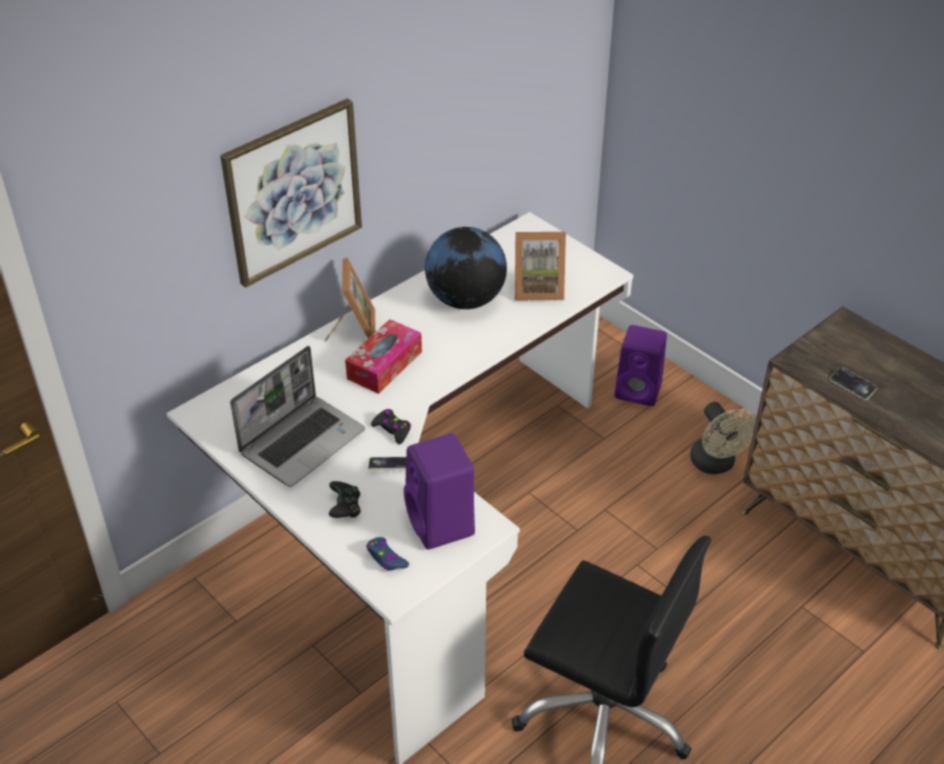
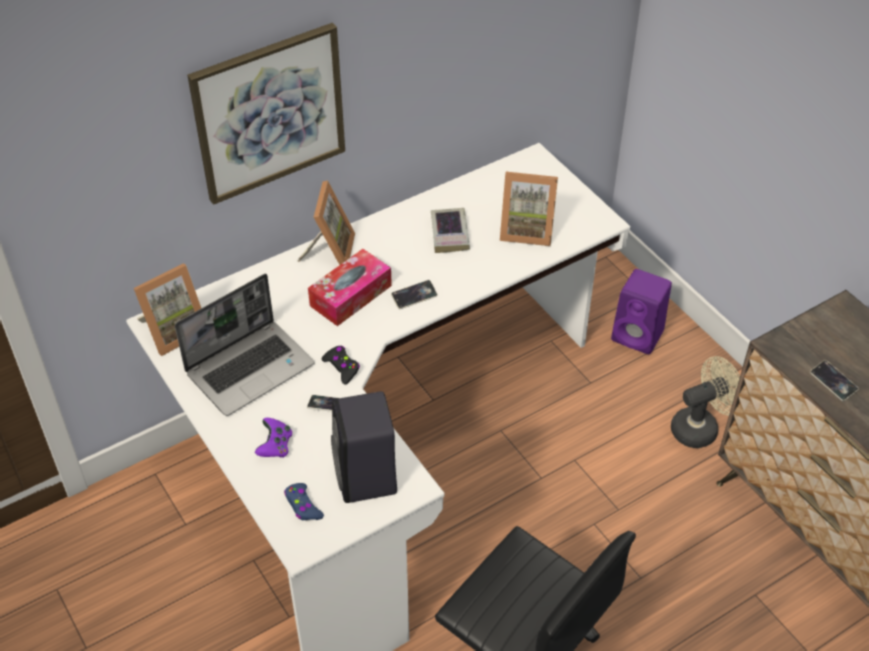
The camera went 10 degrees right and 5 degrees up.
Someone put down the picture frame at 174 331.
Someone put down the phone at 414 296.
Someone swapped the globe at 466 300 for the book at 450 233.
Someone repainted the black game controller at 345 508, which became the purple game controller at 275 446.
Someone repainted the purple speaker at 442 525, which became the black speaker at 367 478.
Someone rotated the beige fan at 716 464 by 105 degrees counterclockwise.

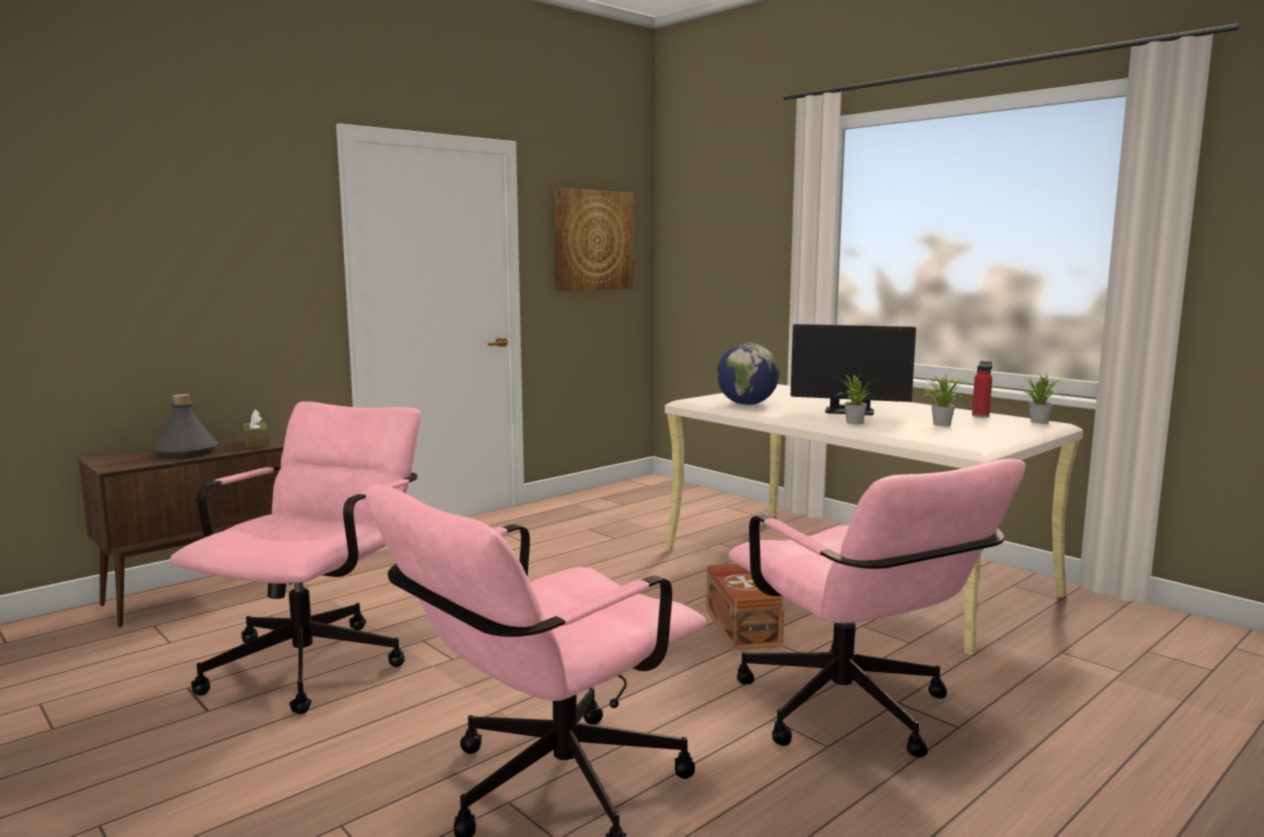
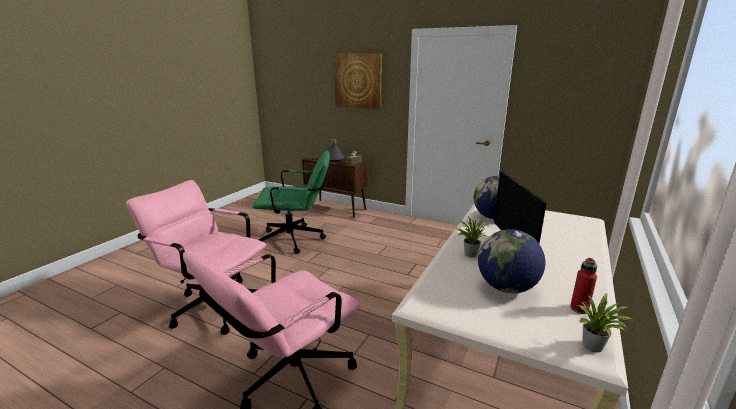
The camera went 70 degrees right and 10 degrees up.
Someone took away the brown storage box at 743 626.
Someone carried the picture from 593 240 to 358 81.
Someone swapped the potted plant at 940 424 for the globe at 506 288.
Someone repainted the pink office chair at 317 659, which became the green office chair at 297 239.

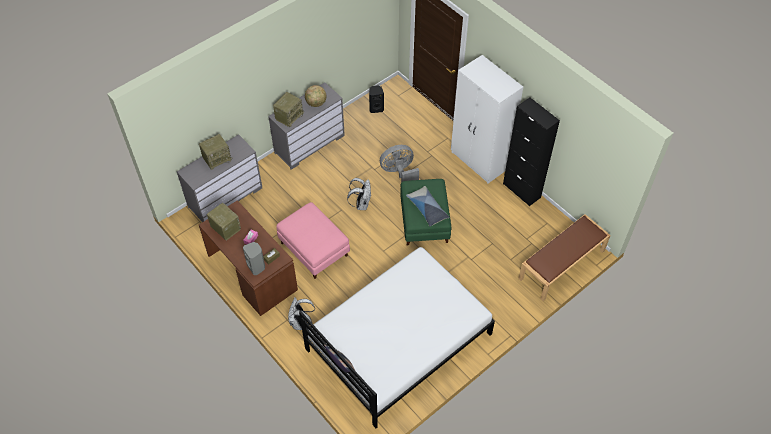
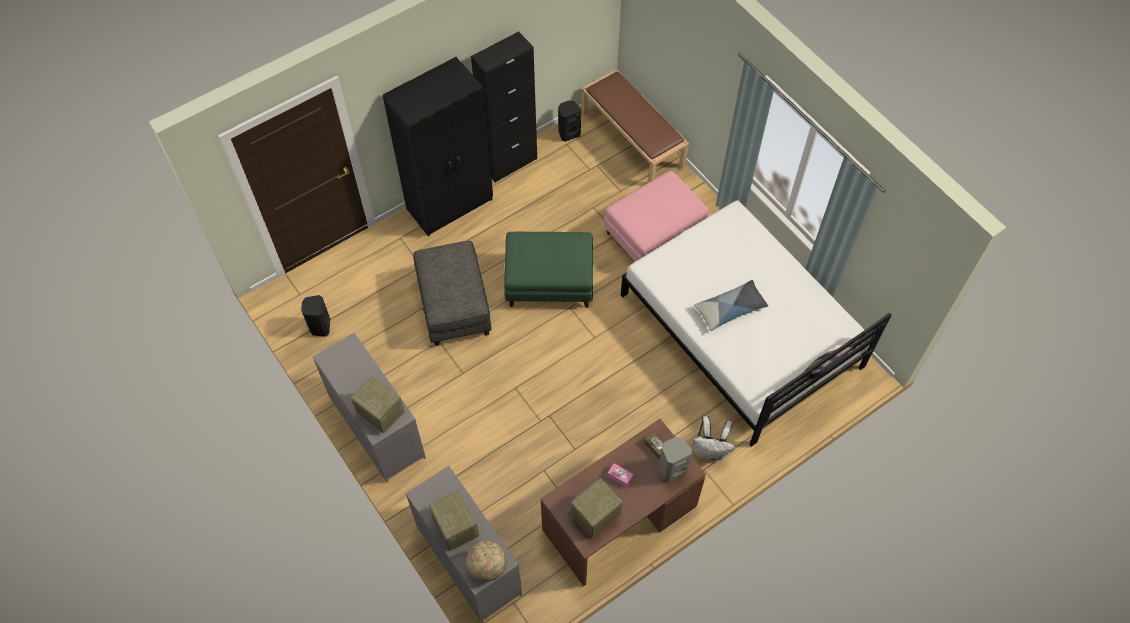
The camera went 85 degrees left and 5 degrees up.
Someone took away the white backpack at 361 204.
Someone put down the black speaker at 568 133.
Someone carried the pink ottoman from 313 249 to 653 235.
Someone carried the globe from 316 103 to 487 567.
Someone carried the pillow from 427 209 to 730 309.
Someone swapped the grey fan at 399 172 for the grey ottoman at 455 306.
Someone repainted the white wardrobe at 479 161, which became the black wardrobe at 451 204.

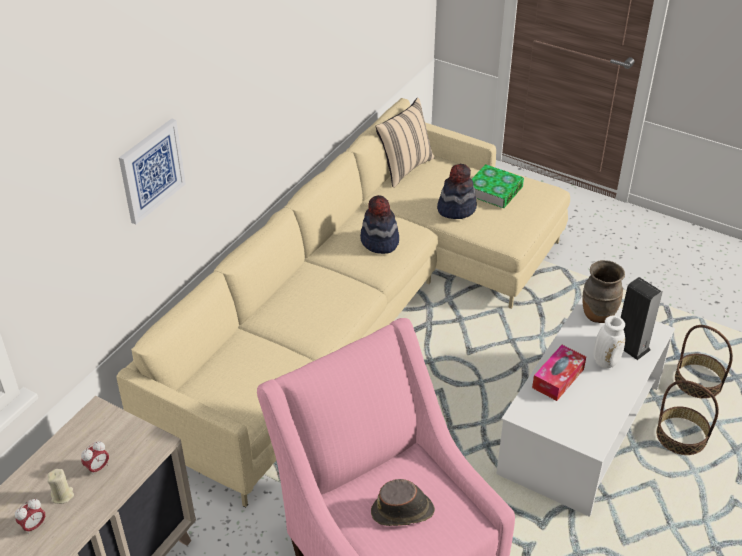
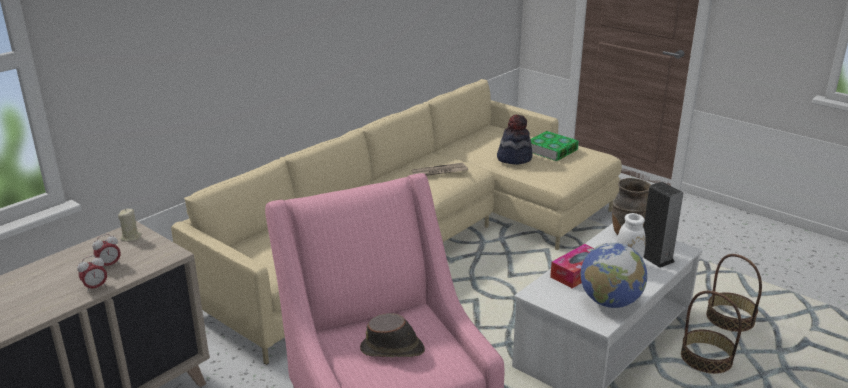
The camera went 10 degrees right and 15 degrees down.
Someone took away the picture at 151 170.
Someone took away the beige pillow at 404 168.
Someone put down the globe at 610 302.
Someone carried the alarm clock from 34 526 to 95 287.
Someone carried the beige candle from 62 495 to 131 237.
Someone swapped the hat at 379 241 for the newspaper at 439 172.

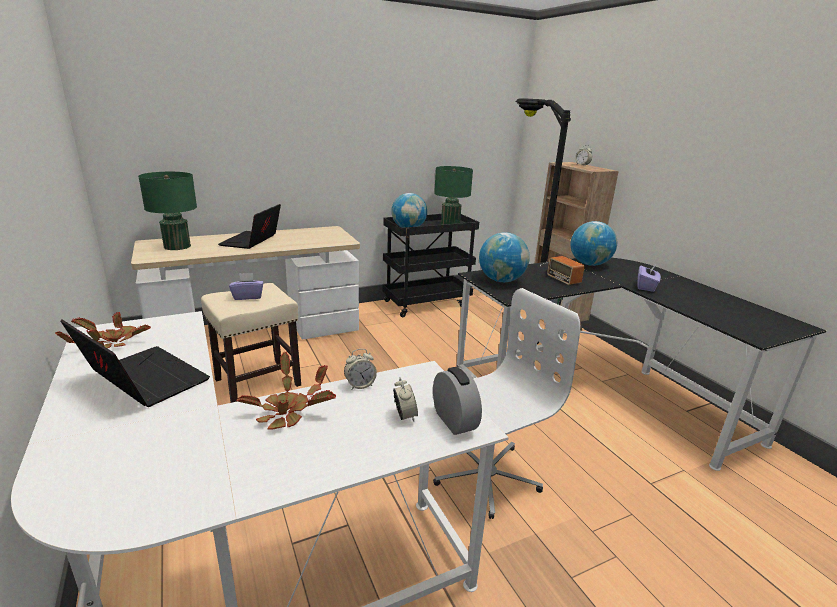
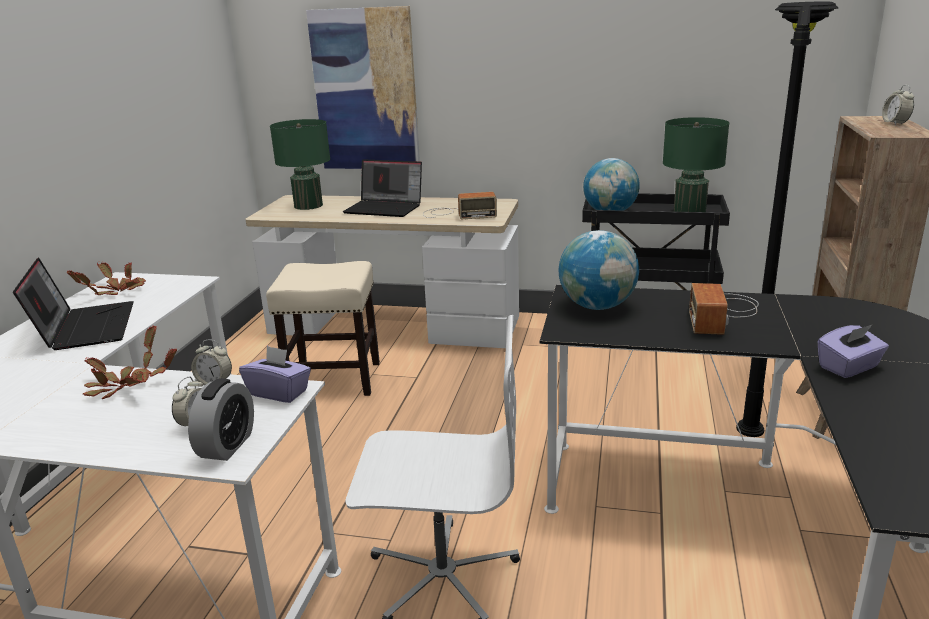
The camera went 40 degrees right and 0 degrees up.
Someone took away the globe at 589 264.
Someone put up the picture at 366 90.
Someone put down the radio at 457 214.
Someone carried the purple tissue box from 248 296 to 279 392.
Someone rotated the laptop at 252 241 by 120 degrees counterclockwise.

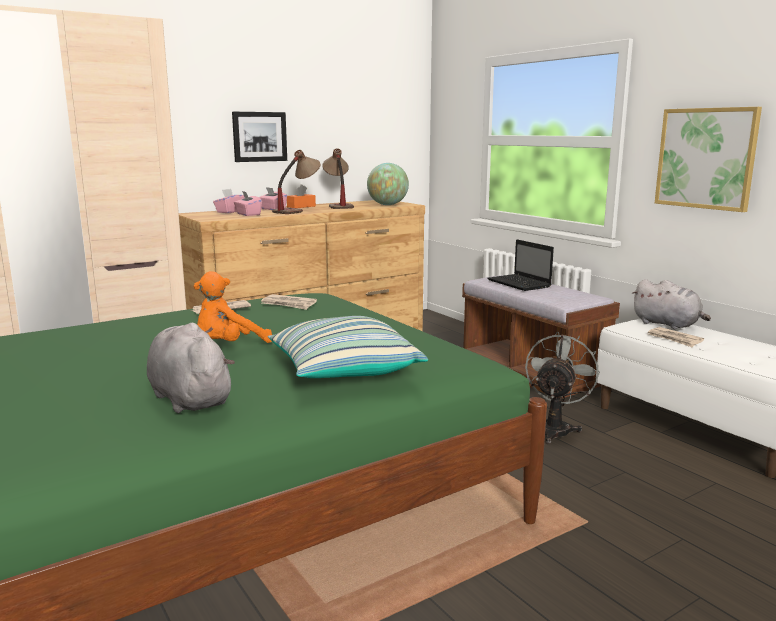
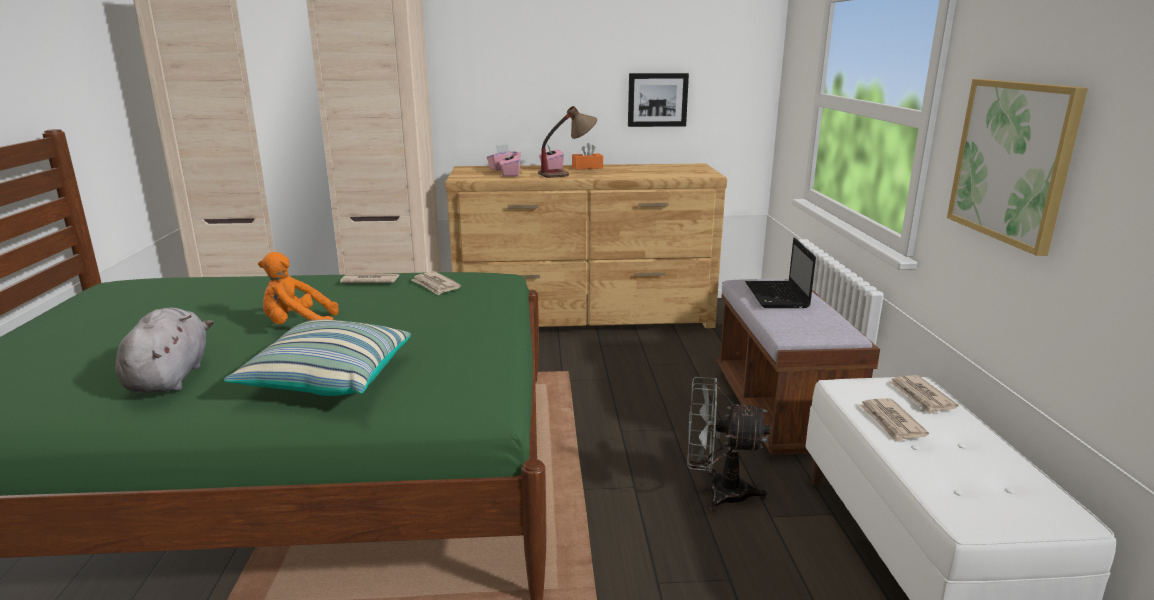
The camera went 30 degrees right and 5 degrees up.
Someone took away the table lamp at 338 206.
Someone took away the globe at 387 205.
Someone carried the picture from 259 136 to 657 99.
Someone swapped the grey plush toy at 668 325 for the newspaper at 921 397.
Someone rotated the grey fan at 555 428 by 135 degrees counterclockwise.

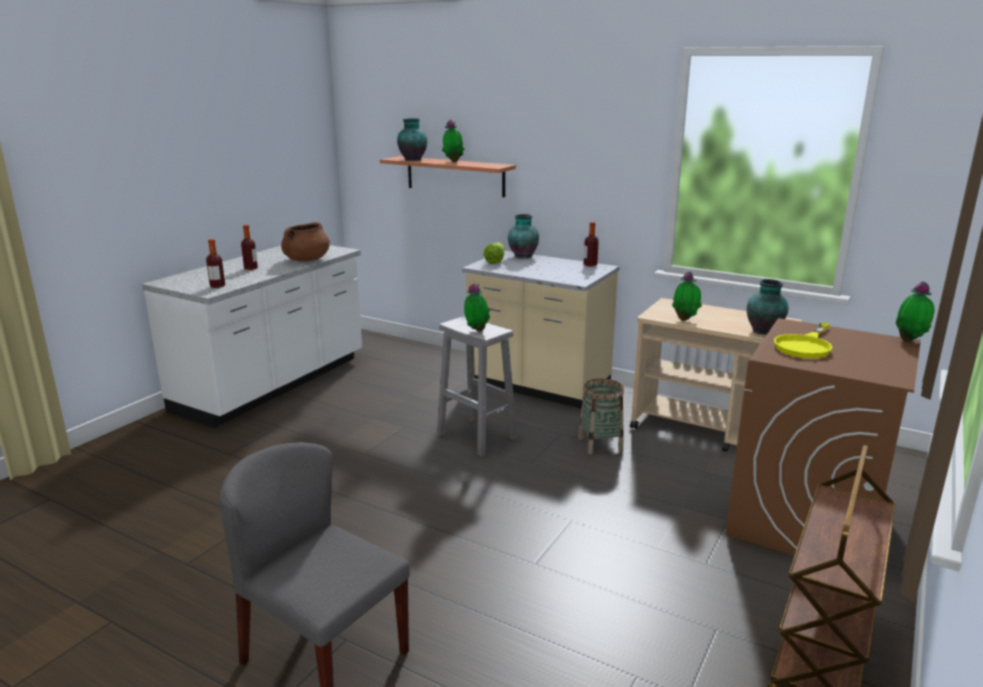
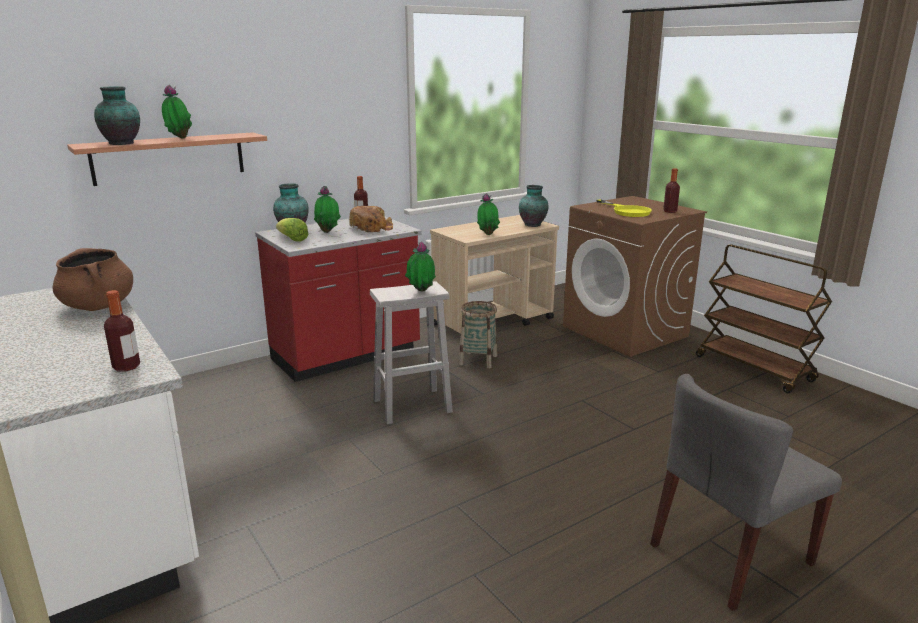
The camera went 65 degrees left and 0 degrees up.
Someone put down the bread at 371 228.
Someone carried the bottle from 251 268 to 670 211.
Someone carried the potted plant from 910 341 to 328 231.
Someone repainted the beige counter at 538 387, which became the red counter at 346 356.

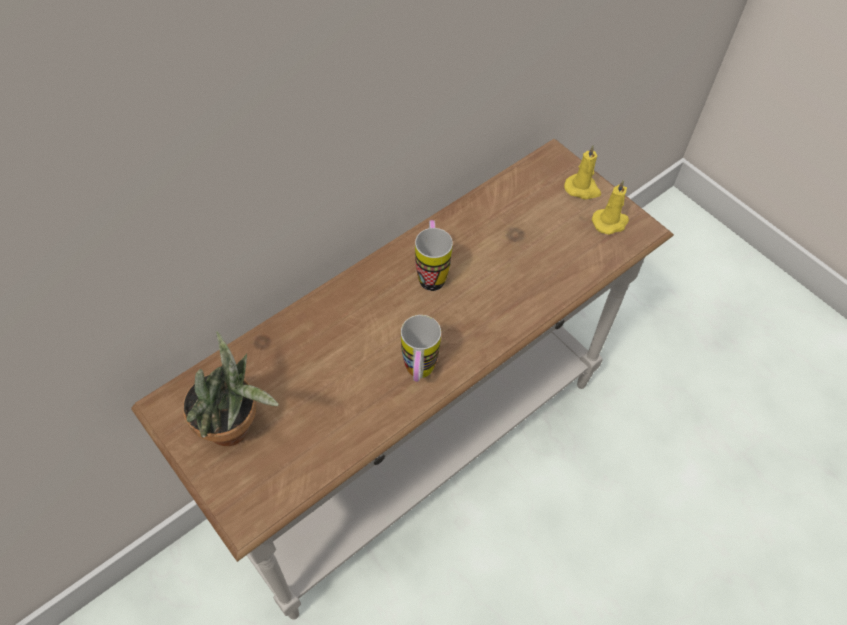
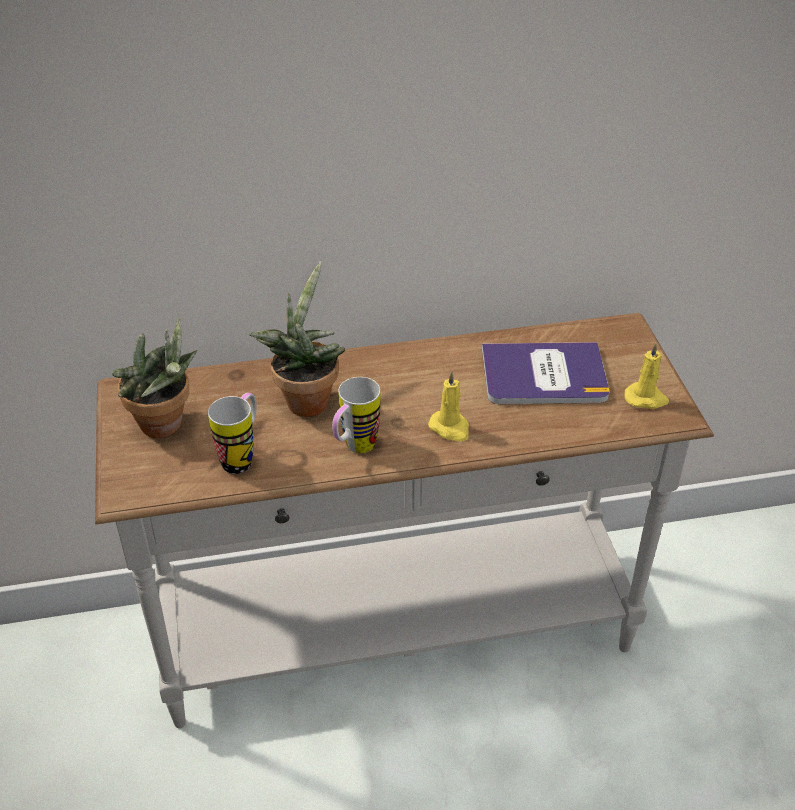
The camera went 30 degrees right and 15 degrees down.
Someone put down the potted plant at 306 399.
Someone put down the book at 544 375.
Someone carried the mug from 431 273 to 242 457.
Someone carried the yellow candle from 582 189 to 450 428.

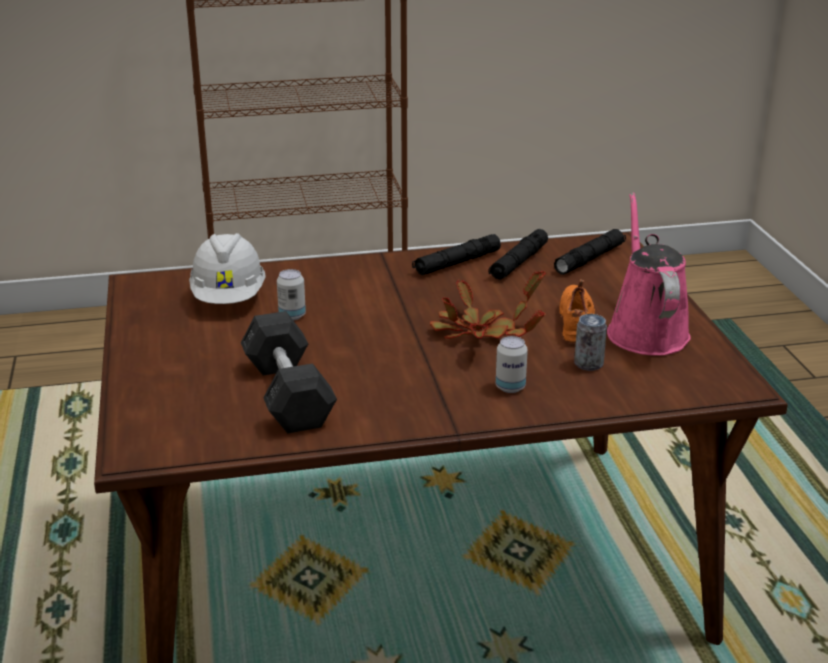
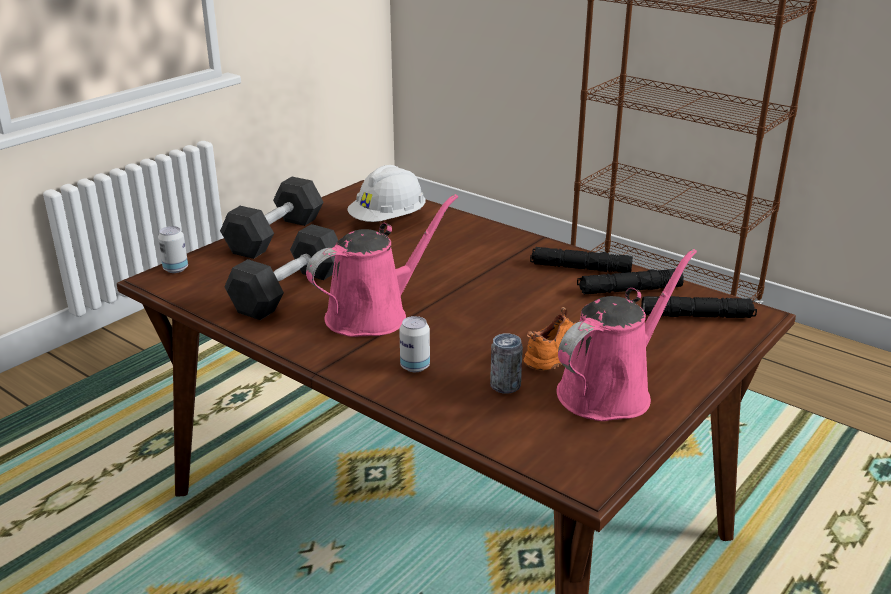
The camera went 50 degrees right and 0 degrees up.
Someone took away the potted plant at 480 333.
Someone put down the grey dumbbell at 275 235.
Someone put down the pink watering can at 374 314.
Someone carried the can from 292 316 to 175 269.

